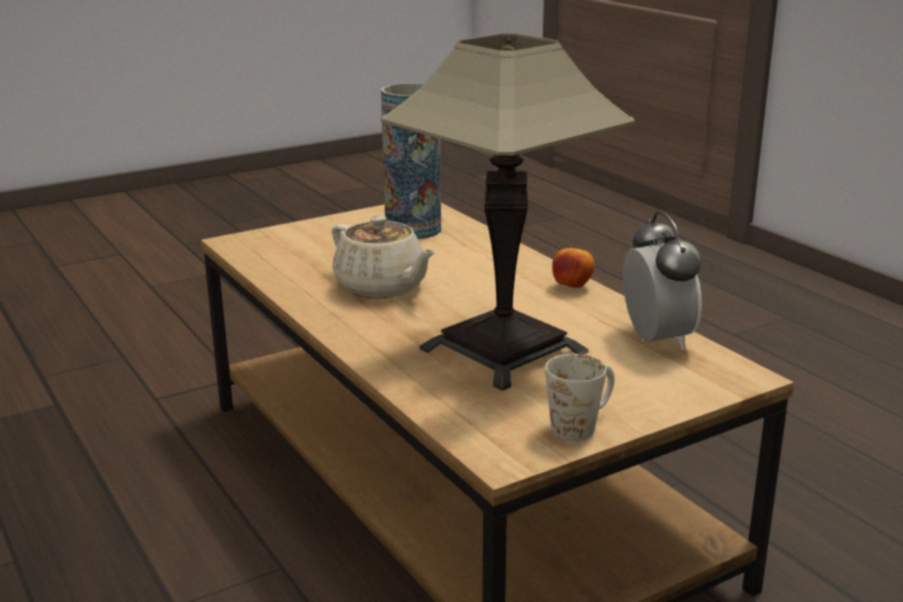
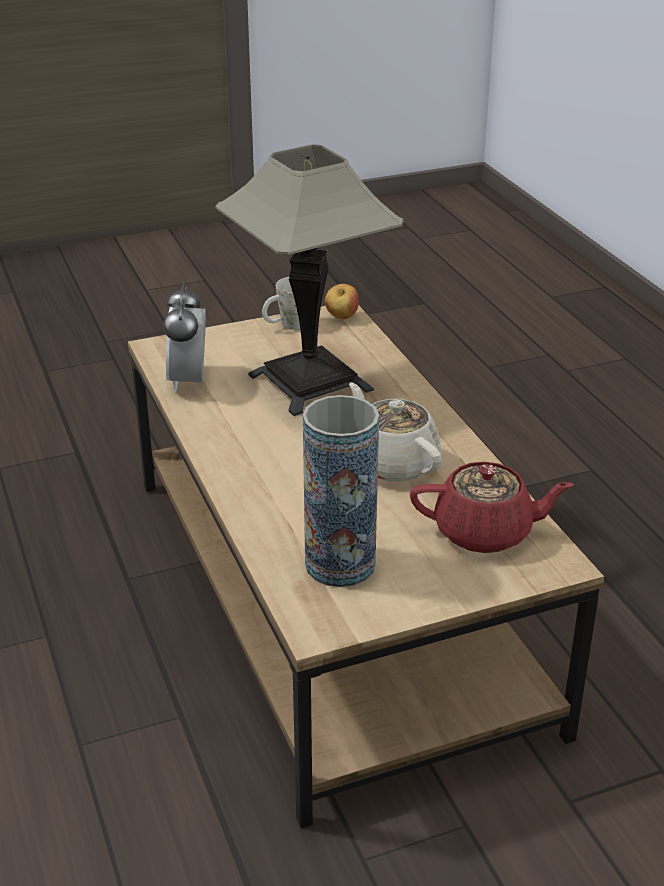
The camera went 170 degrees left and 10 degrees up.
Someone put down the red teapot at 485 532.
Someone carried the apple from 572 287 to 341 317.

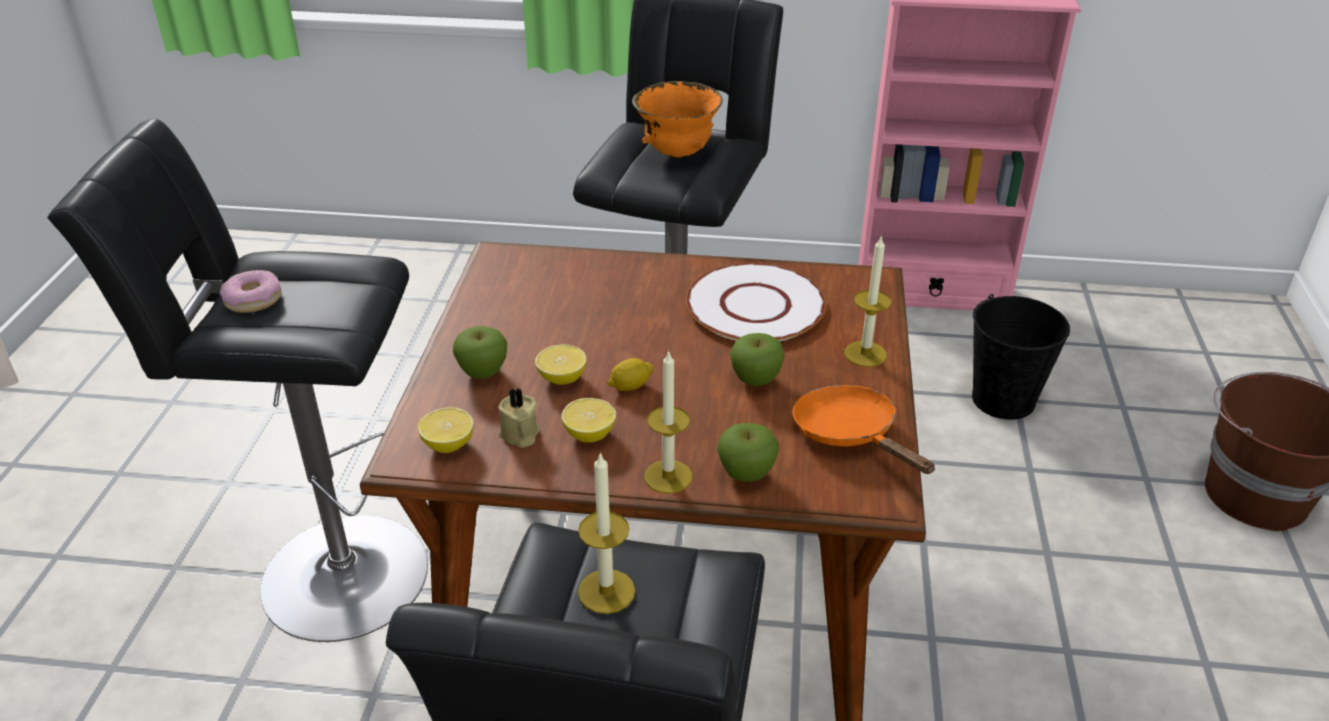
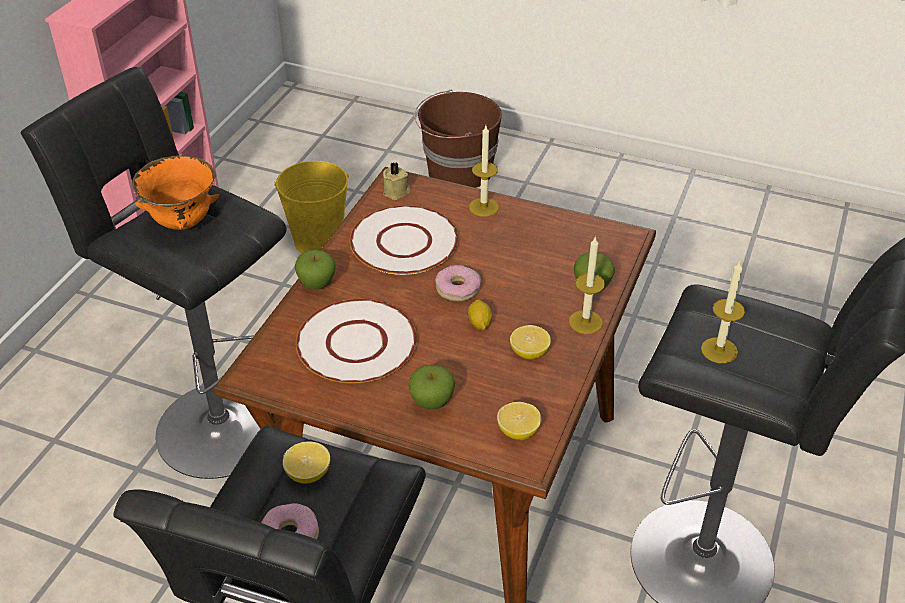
The camera went 75 degrees left and 5 degrees up.
Someone took away the orange frying pan at 850 434.
Someone put down the white plate at 357 344.
Someone put down the donut at 458 289.
Someone carried the beige candle from 519 434 to 397 192.
Someone carried the lemon from 562 378 to 308 474.
Someone carried the apple from 755 380 to 317 284.
Someone repainted the black bucket at 1003 399, which became the yellow bucket at 318 240.

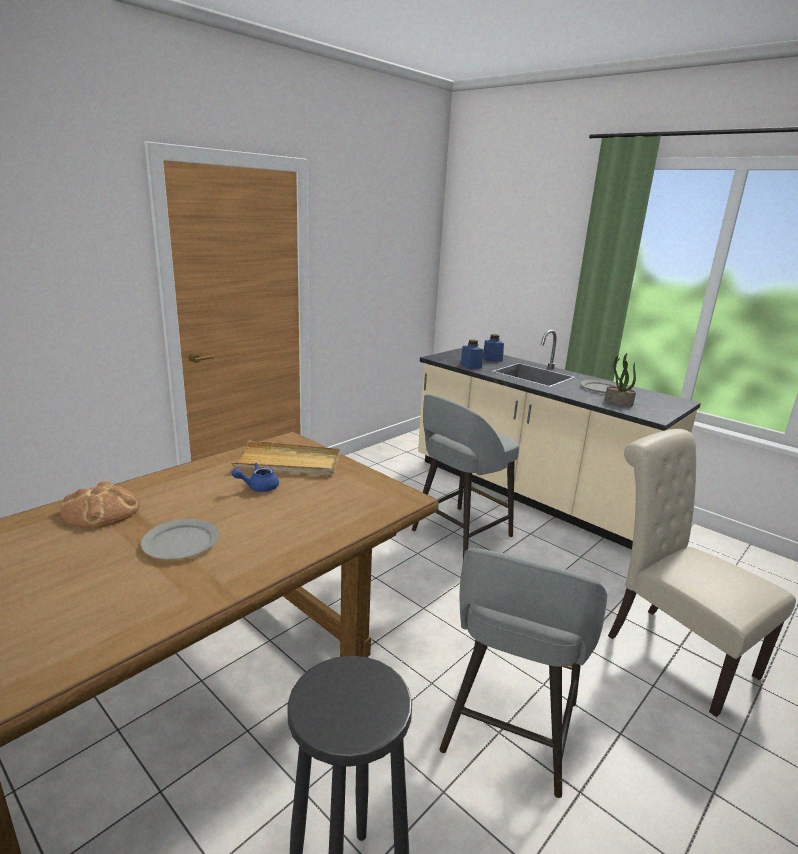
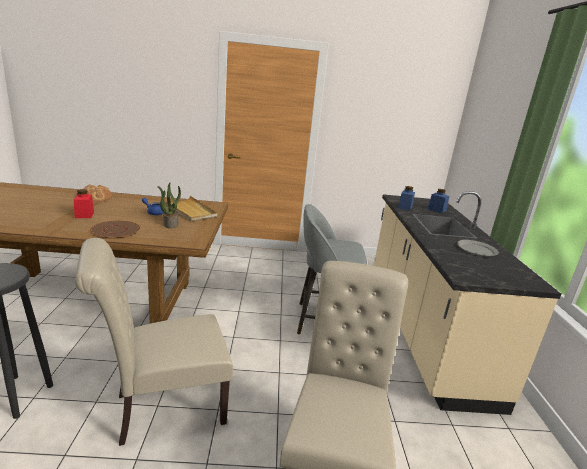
The camera went 45 degrees right and 0 degrees up.
Someone put down the brown plate at 115 230.
Someone carried the potted plant from 618 402 to 170 224.
Someone swapped the grey plate at 181 542 for the red jar at 84 215.
Someone swapped the grey stool at 509 730 for the beige chair at 162 409.

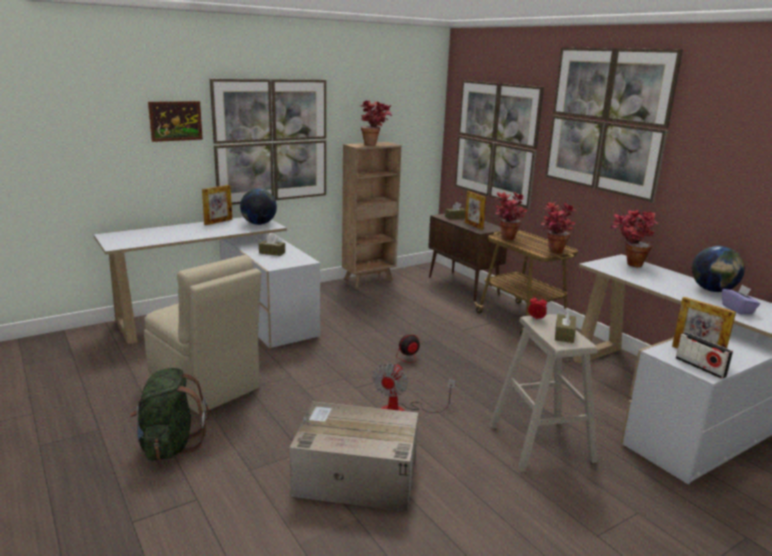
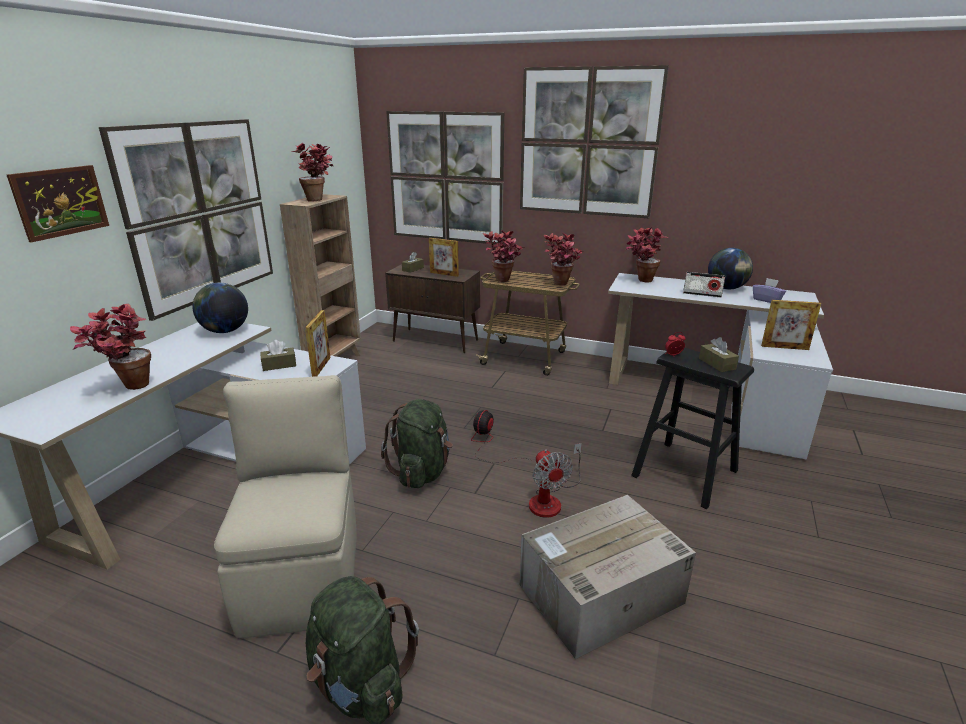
The camera went 35 degrees left and 5 degrees up.
Someone put down the potted plant at 127 387.
Someone put down the green backpack at 422 472.
Someone carried the picture frame from 218 222 to 321 367.
Someone carried the radio from 700 367 to 702 294.
Someone repainted the beige stool at 540 443, which became the black stool at 684 473.
Someone rotated the beige chair at 206 385 by 105 degrees counterclockwise.

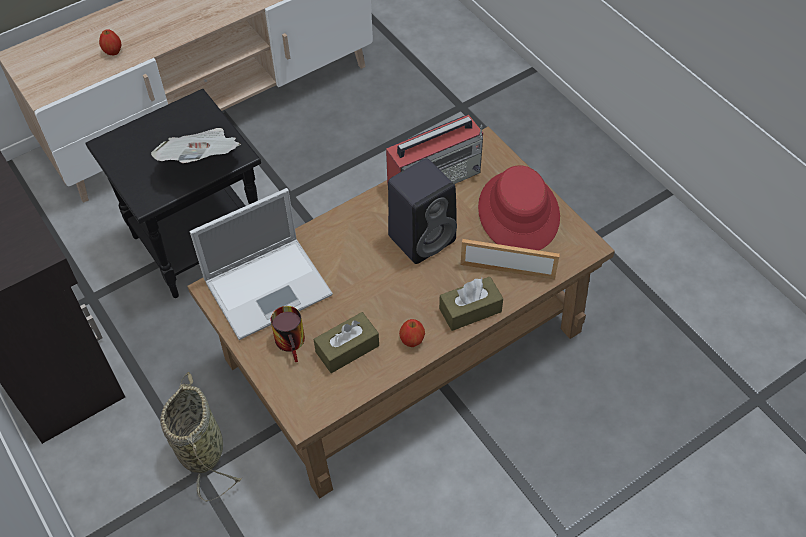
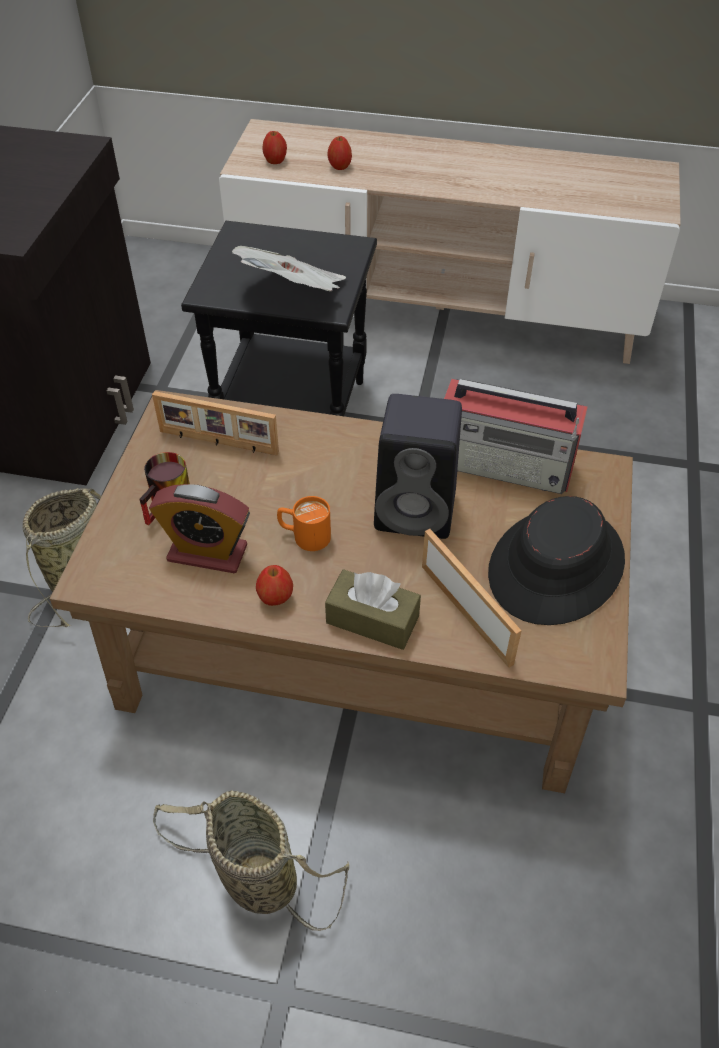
The camera went 45 degrees right and 5 degrees down.
Someone put down the basket at 253 877.
Someone put down the apple at 275 161.
Someone put down the orange mug at 304 536.
Someone swapped the laptop at 270 286 for the picture frame at 218 443.
Someone swapped the brown tissue box at 347 349 for the alarm clock at 207 553.
Someone repainted the red hat at 519 212, which became the black hat at 556 566.

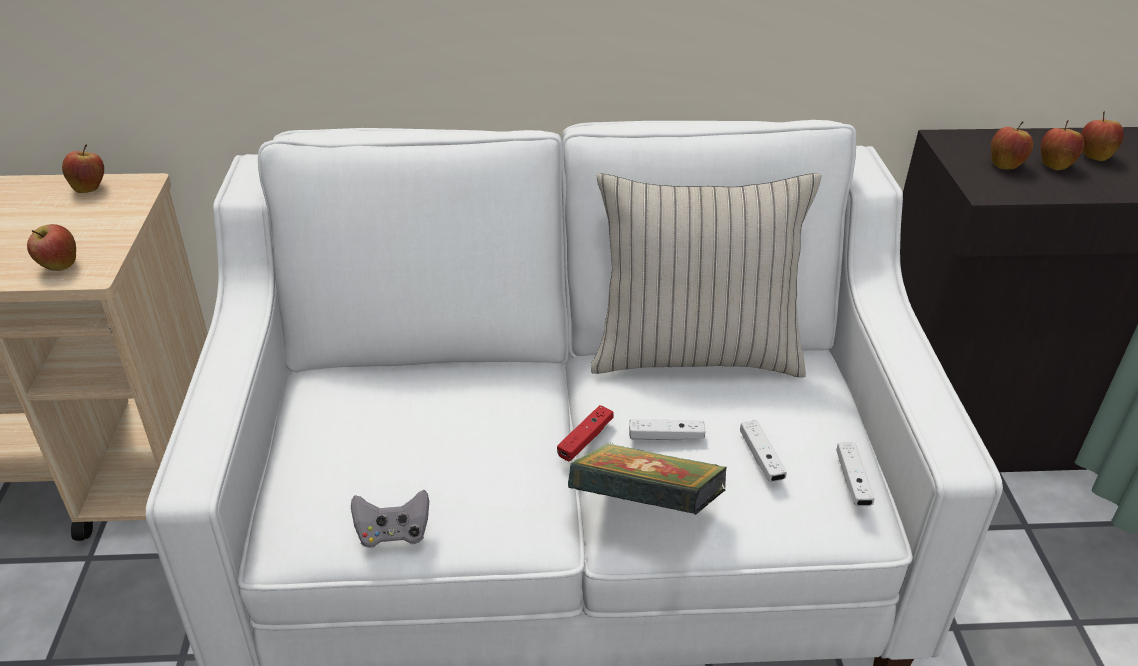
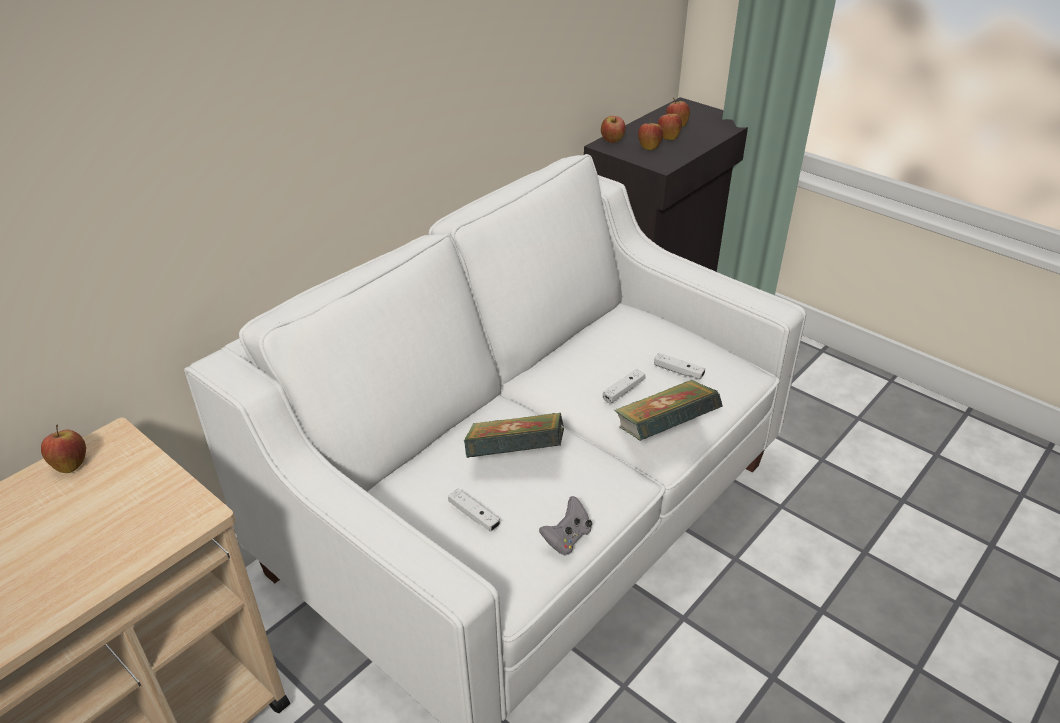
The camera went 45 degrees left and 0 degrees up.
Someone took away the red game controller at 585 439.
Someone took away the beige pillow at 694 353.
Someone put down the book at 515 457.
Someone carried the apple from 59 266 to 612 141.
Someone carried the white game controller from 852 481 to 474 515.

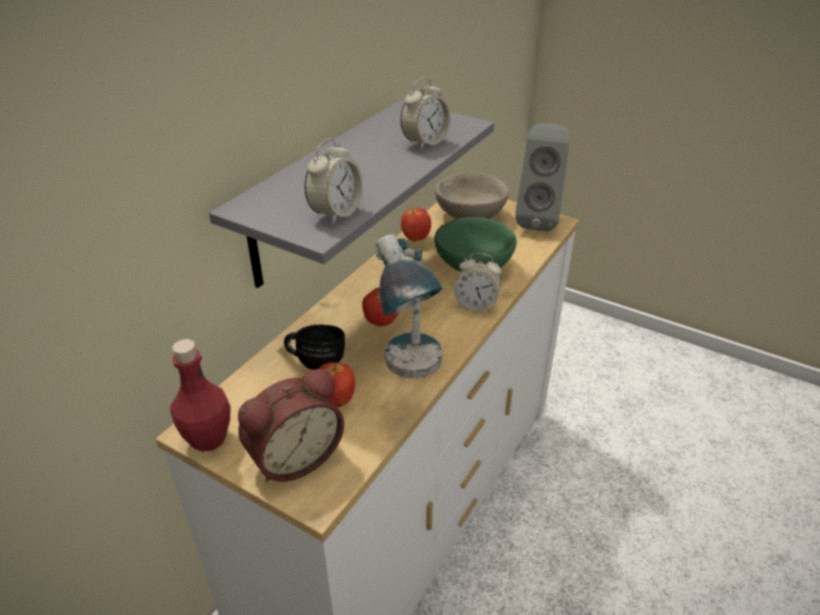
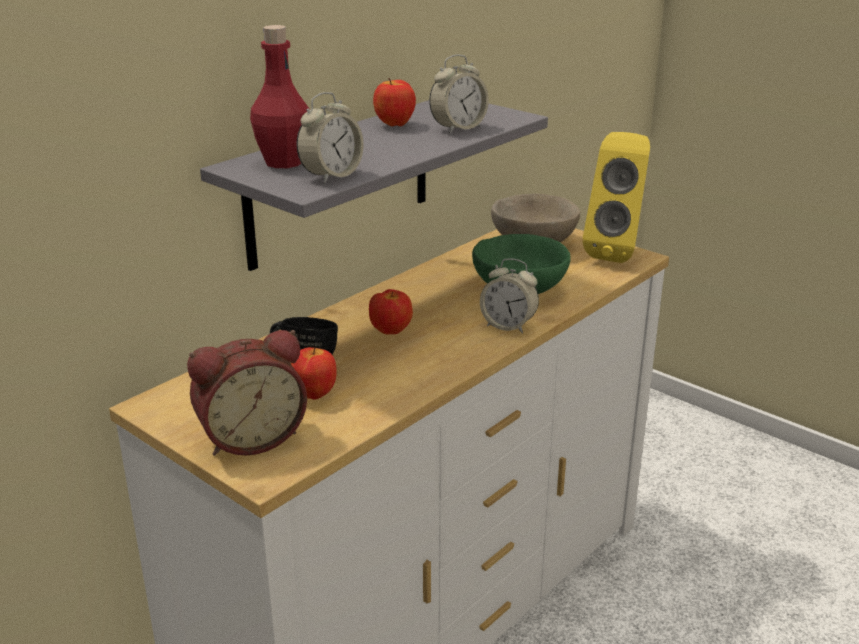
The camera went 10 degrees right and 10 degrees down.
Someone took away the table lamp at 411 376.
Someone carried the red bottle from 208 438 to 284 162.
Someone carried the apple from 416 239 to 394 125.
Someone repainted the grey speaker at 538 219, which became the yellow speaker at 616 252.

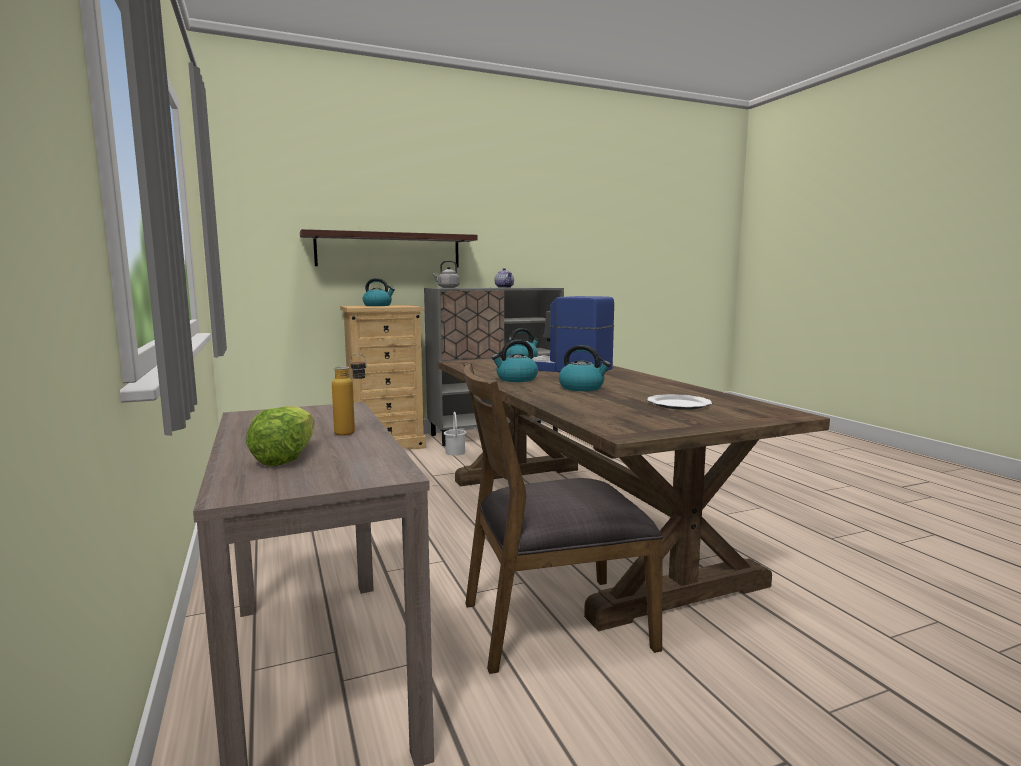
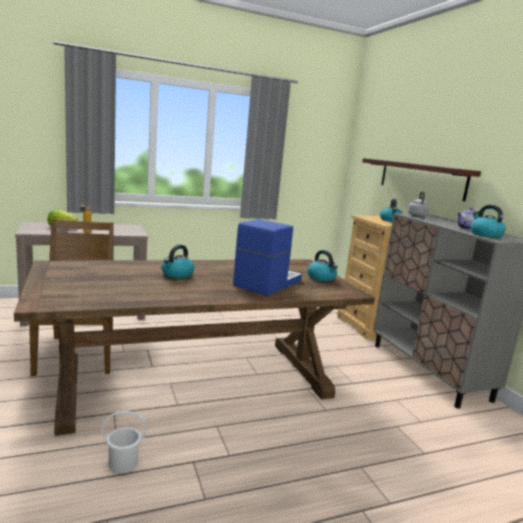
The camera went 90 degrees right and 5 degrees up.
Someone took away the plate at 678 404.
Someone carried the white bucket from 455 452 to 123 463.
Someone carried the kettle from 516 379 to 485 235.

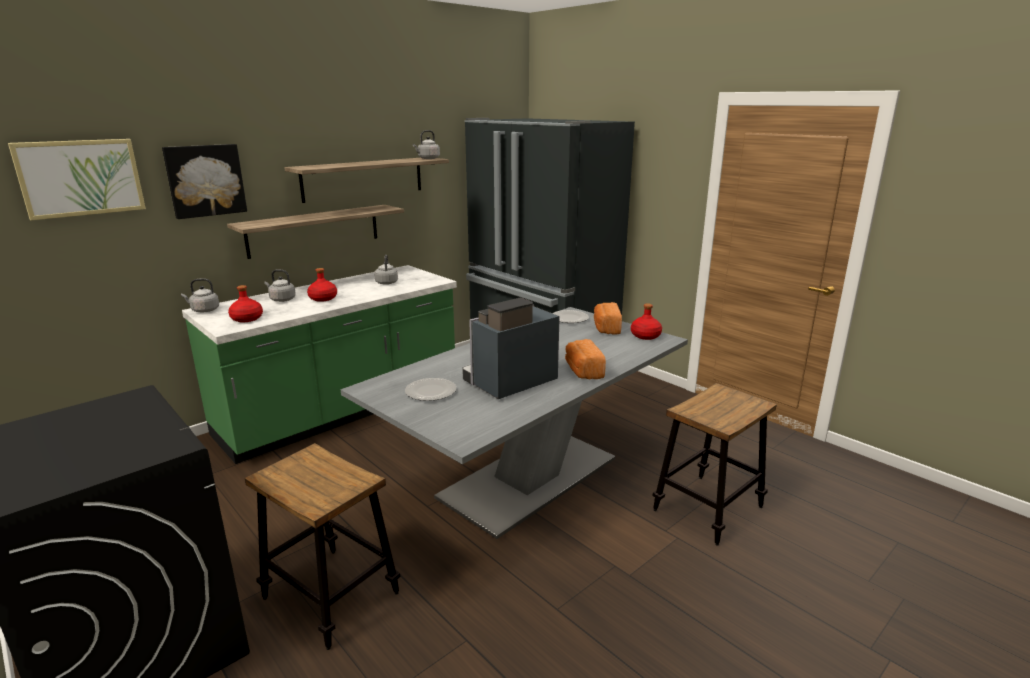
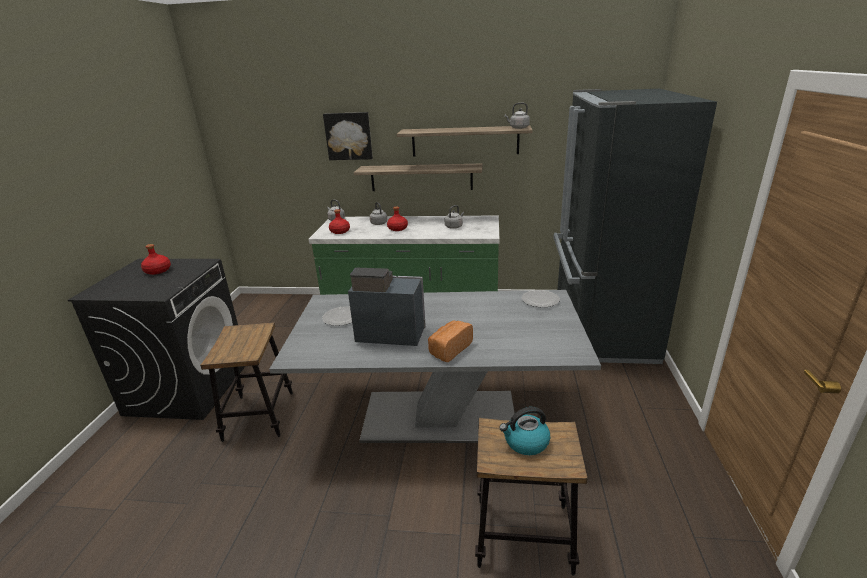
The camera went 50 degrees right and 5 degrees up.
Someone took away the picture at 81 178.
Someone took away the bread at 606 328.
Someone put down the kettle at 525 442.
Someone carried the red bottle from 645 336 to 157 271.

